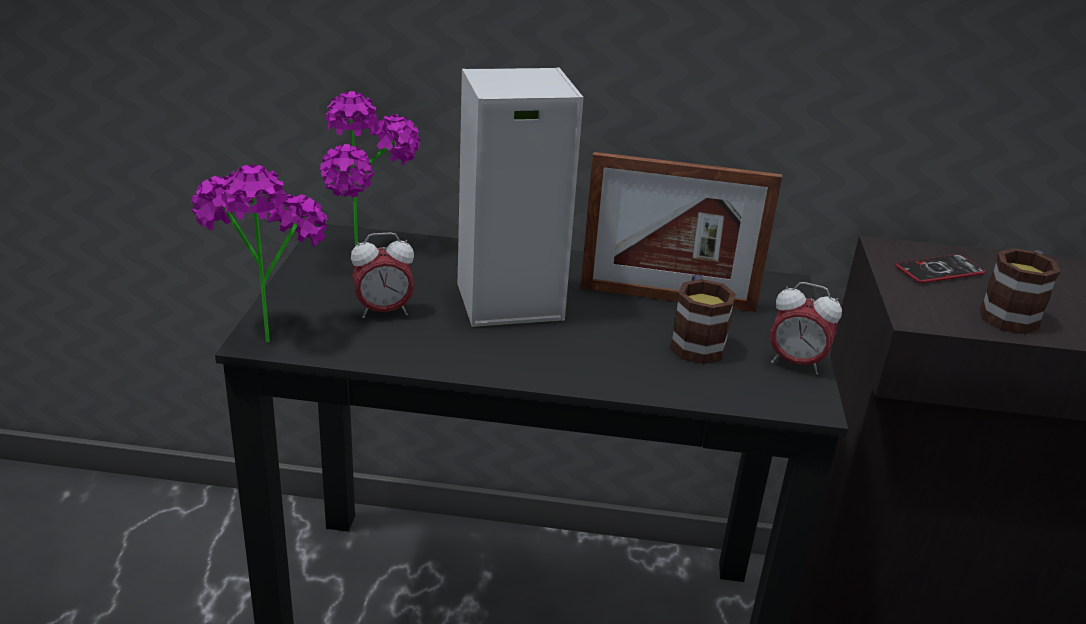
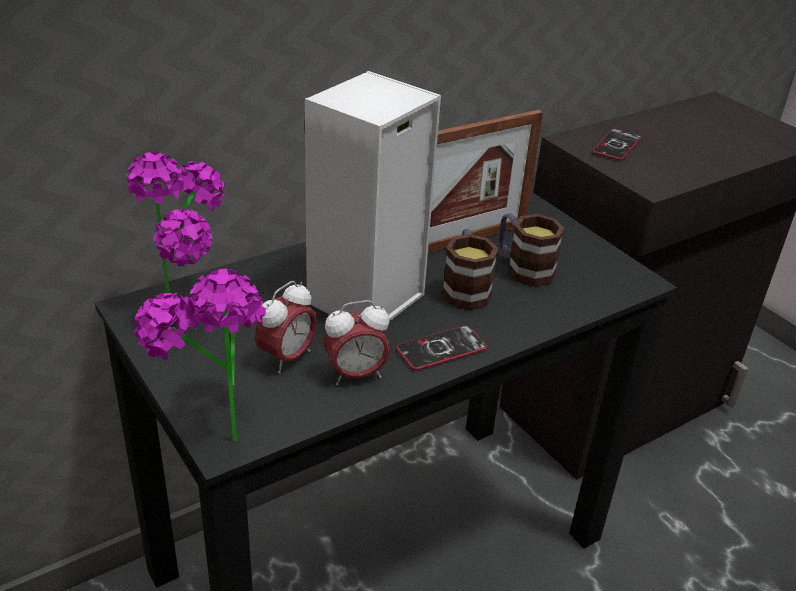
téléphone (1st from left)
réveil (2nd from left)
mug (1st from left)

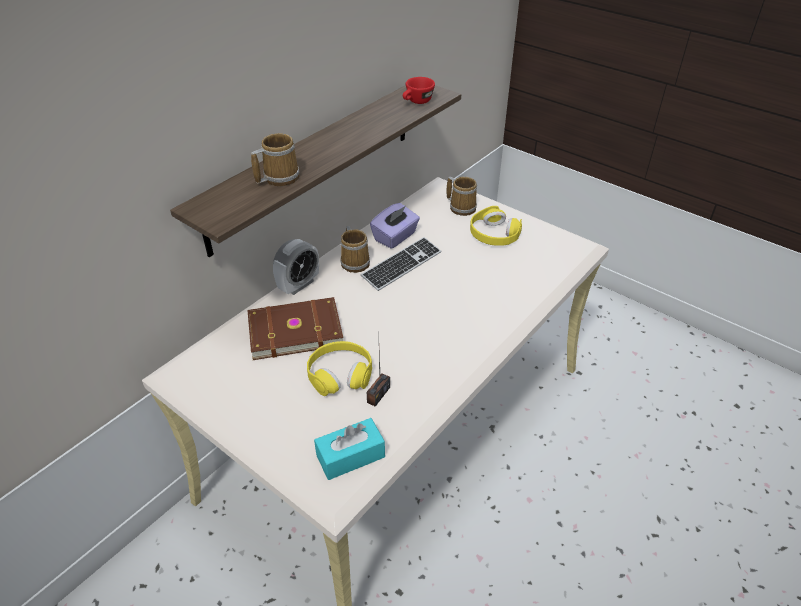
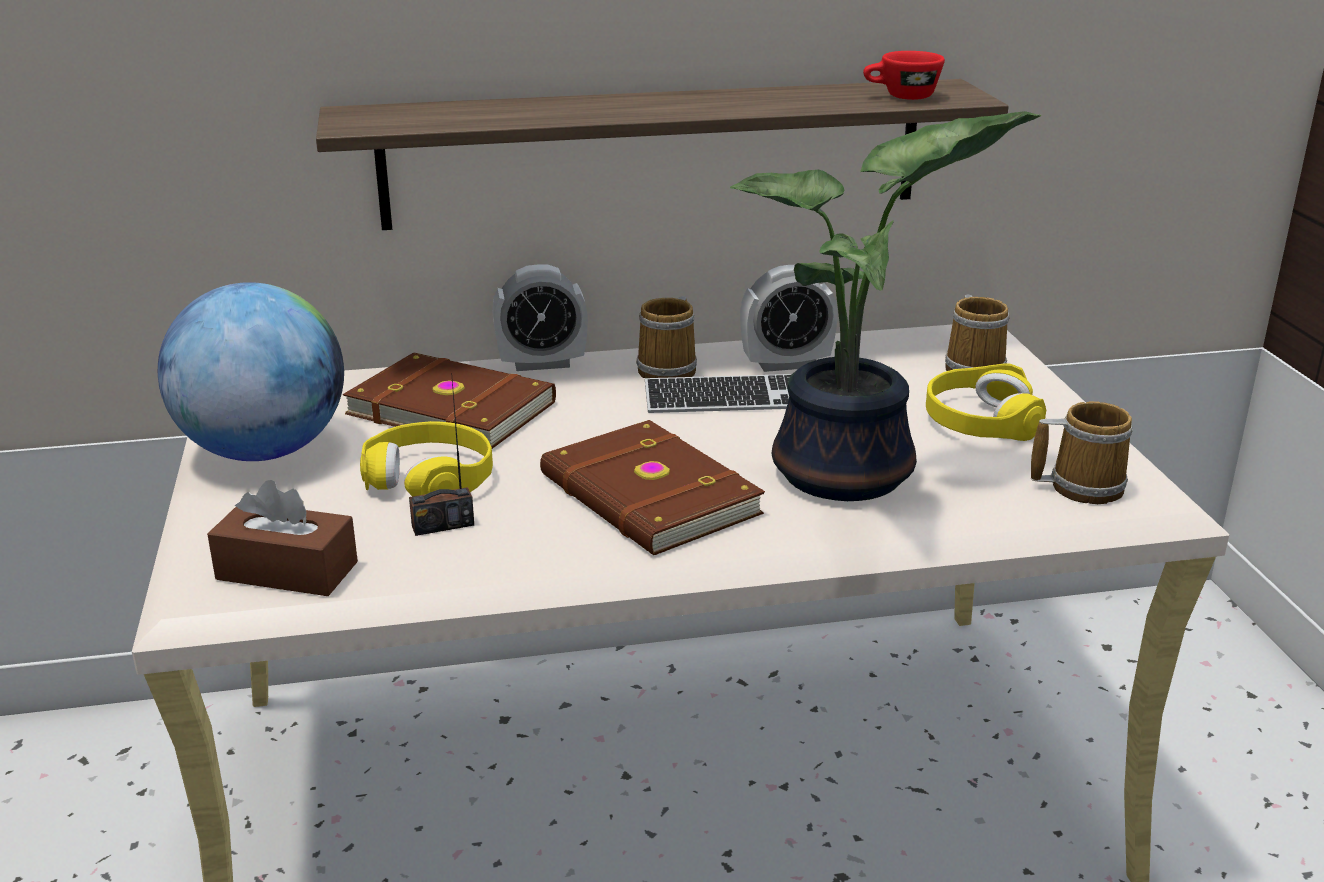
globe
livre/marron (2nd from left)
plante en pot
mug (3rd from left)
réveil (2nd from left)
boîte à mouchoirs/marron

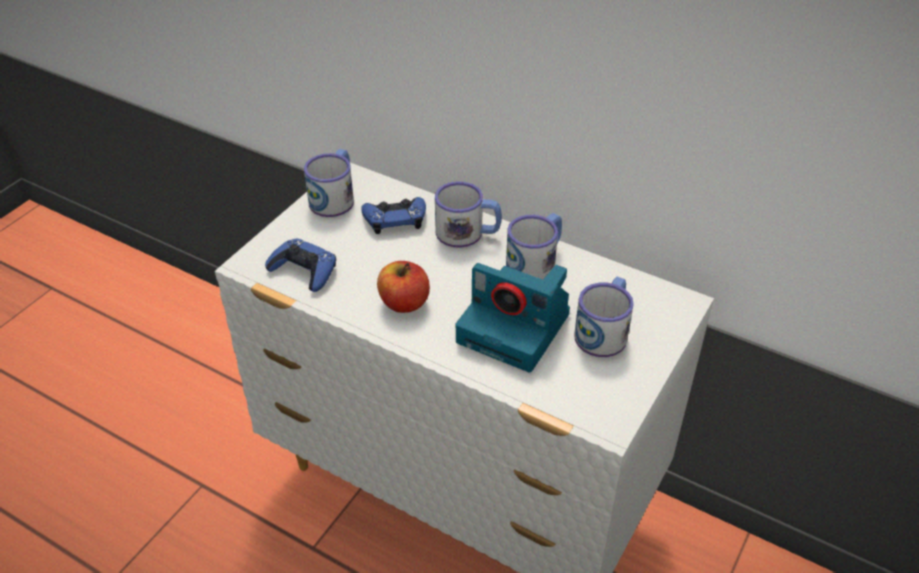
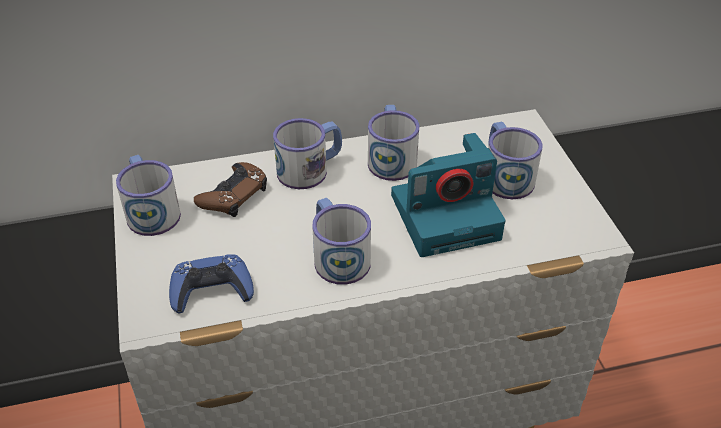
mug (3rd from left)
manette/marron

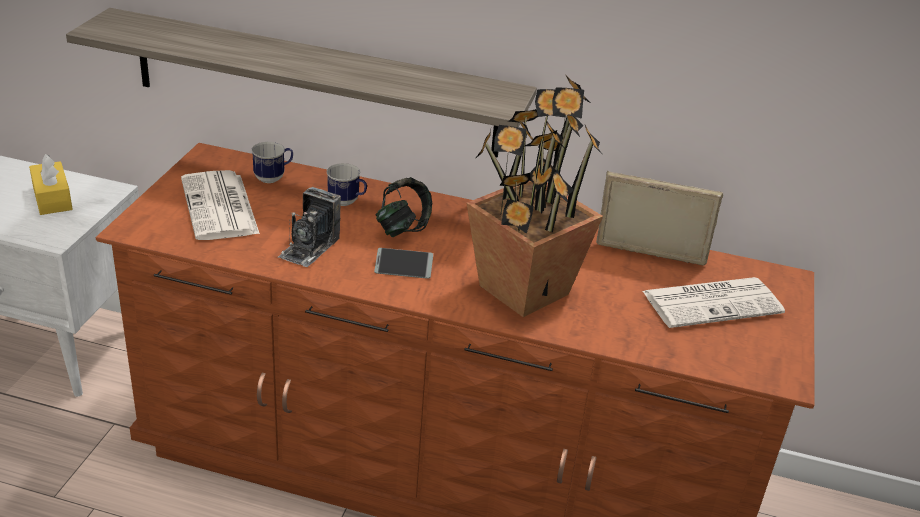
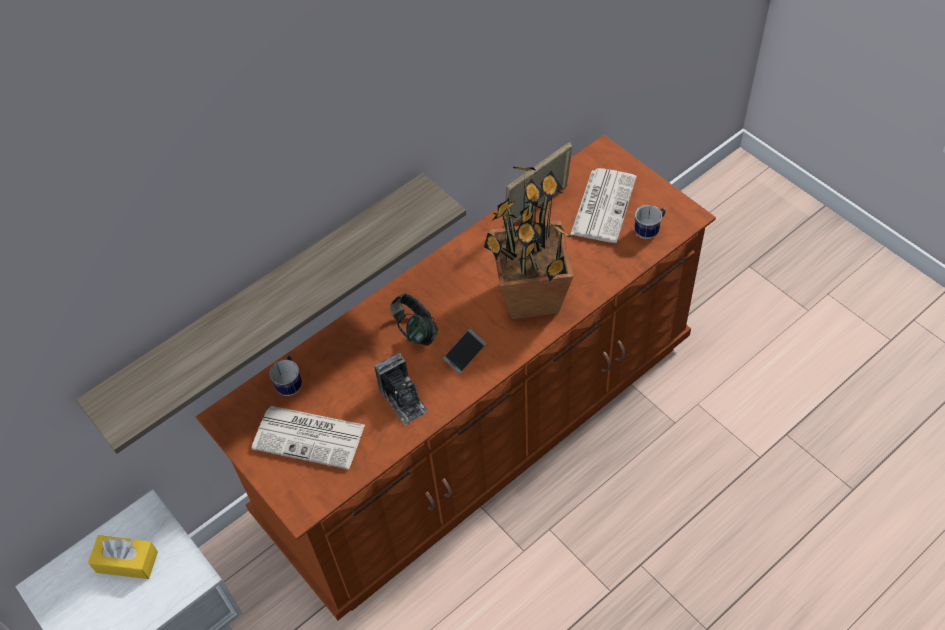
mug (2nd from left)

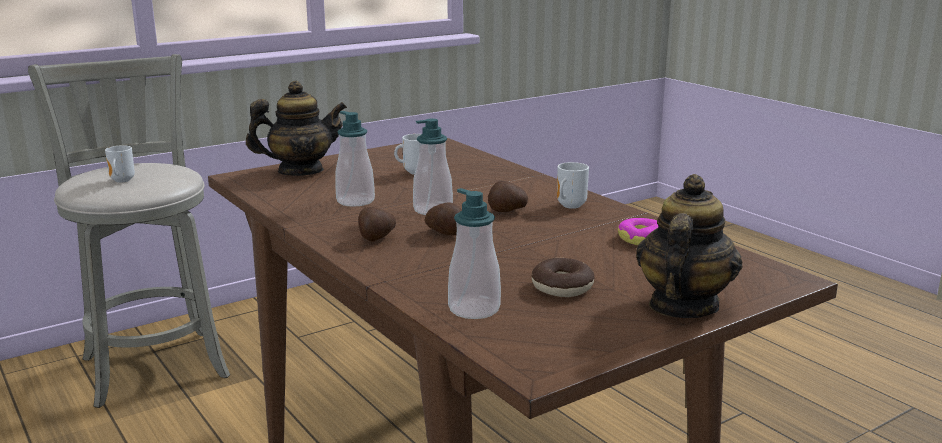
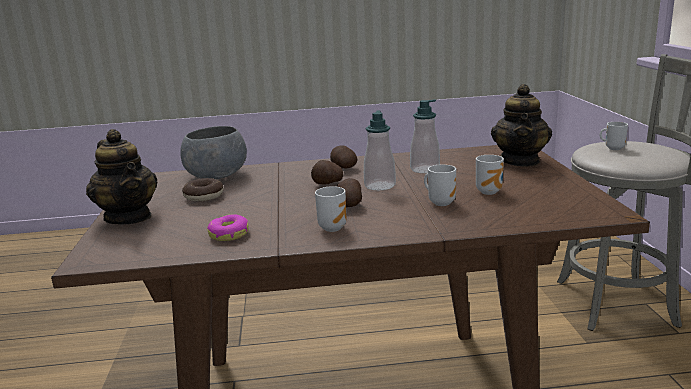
mug (2nd from left)
bol/gris

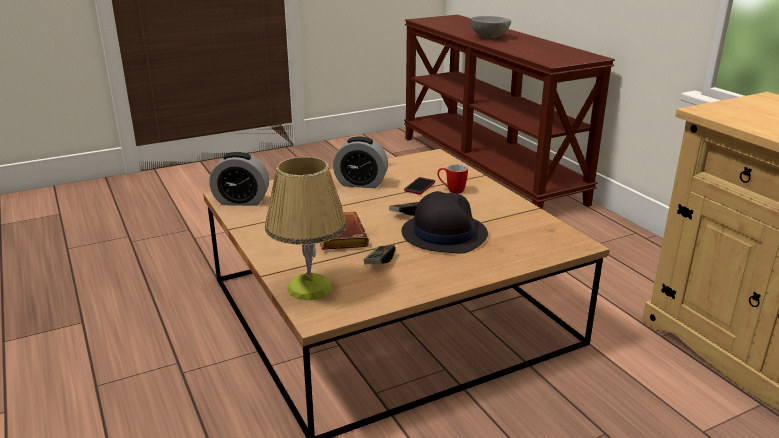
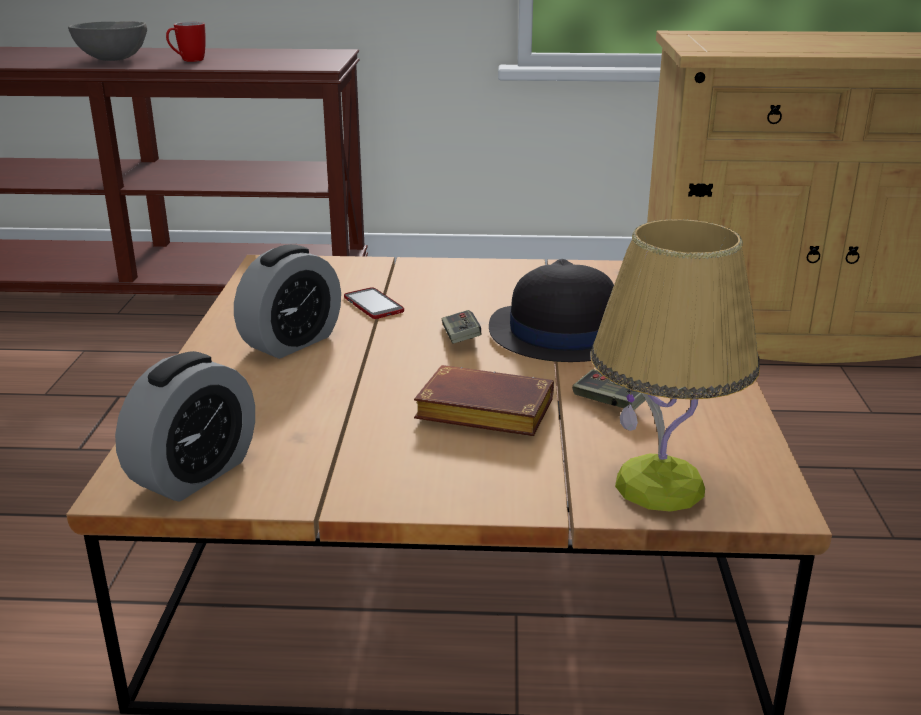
mug

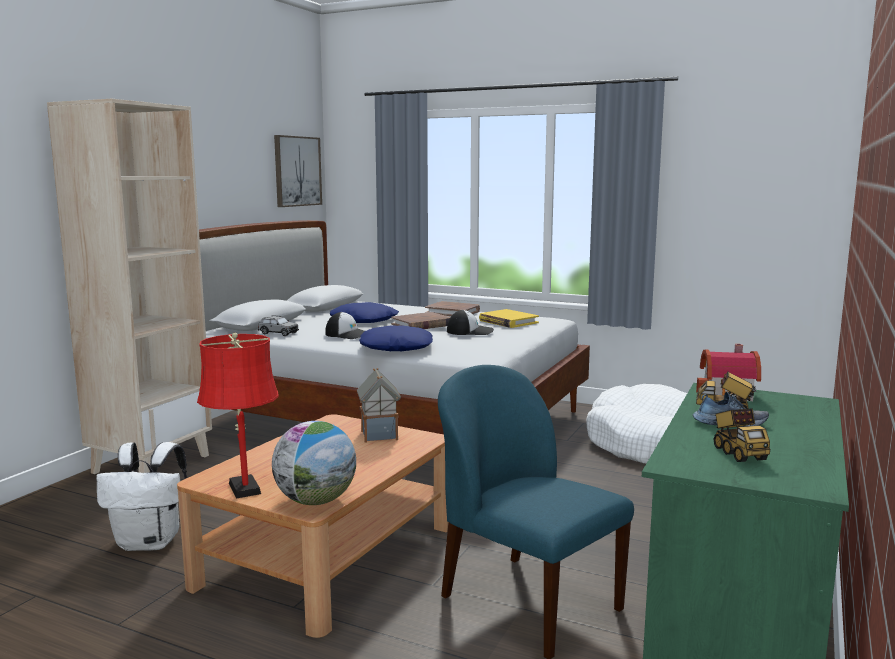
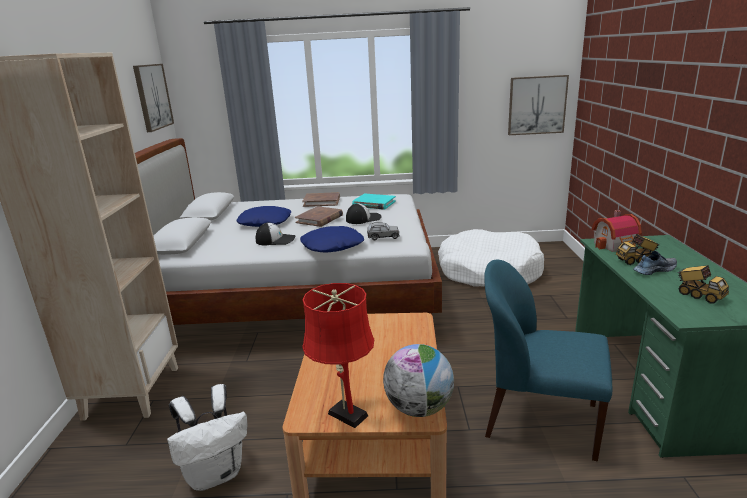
maison miniature (1st from left in the first image)
tableau (2nd from left)
petite voiture/gris
livre/turquoise

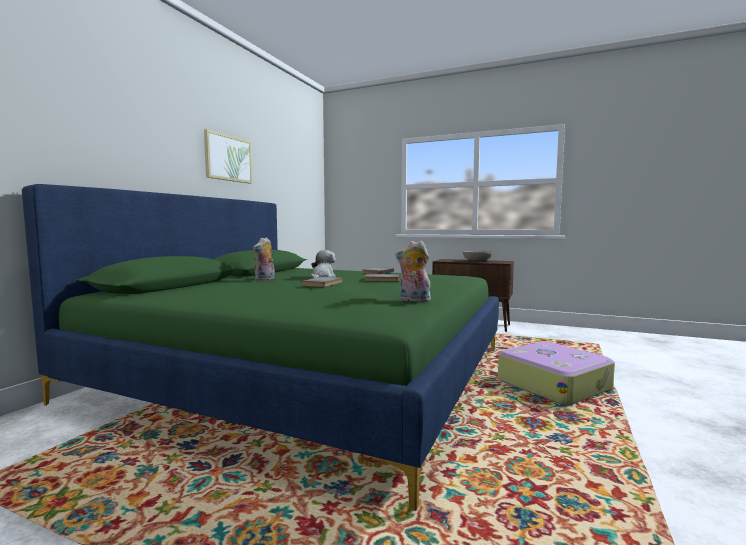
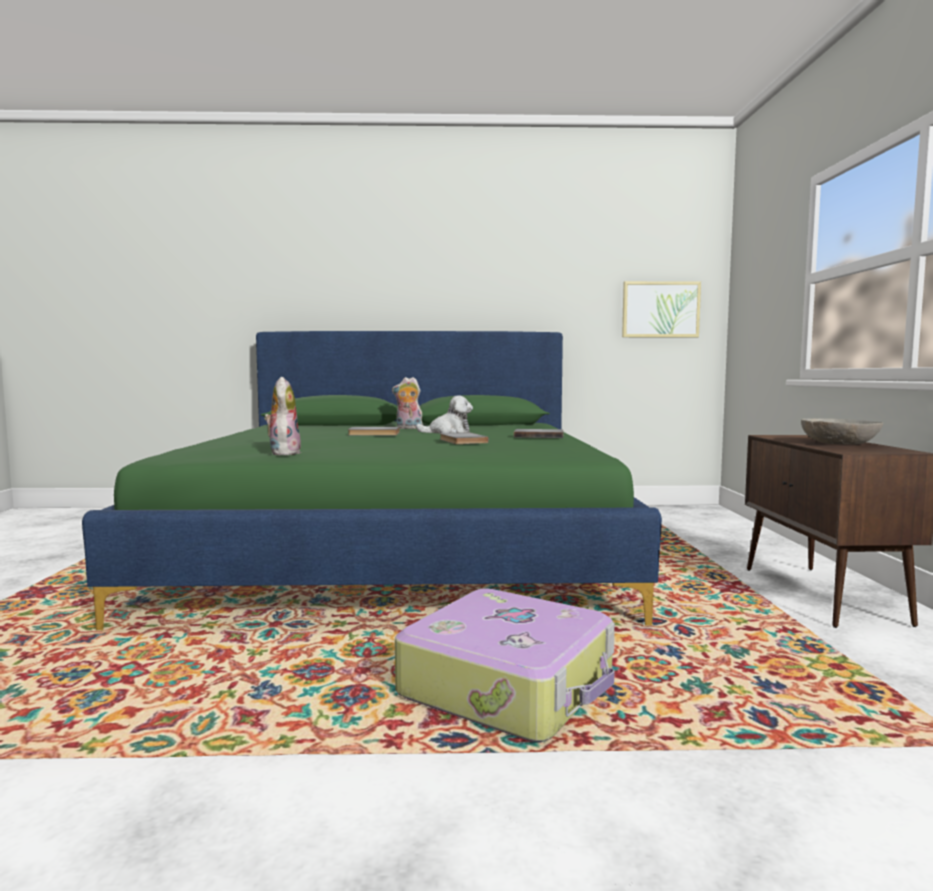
tableau

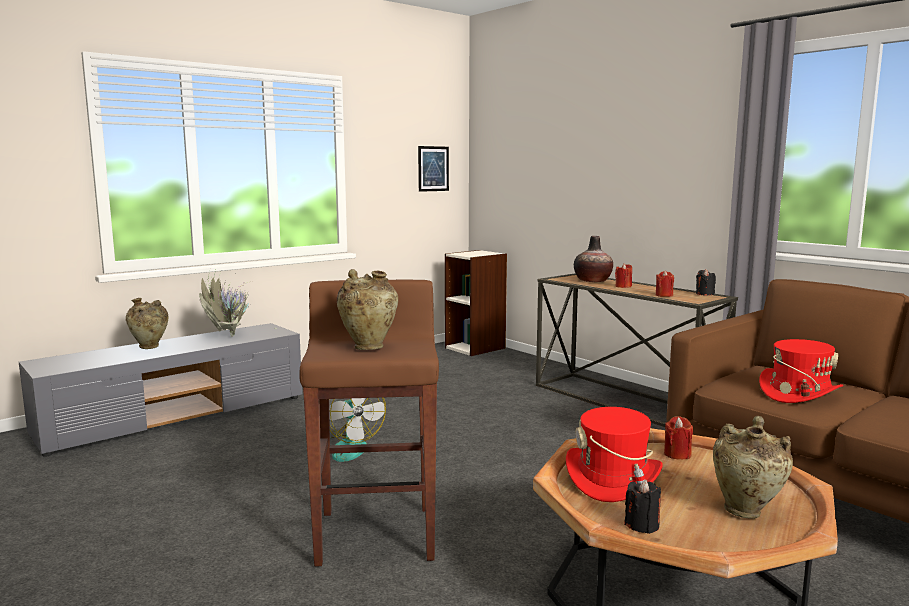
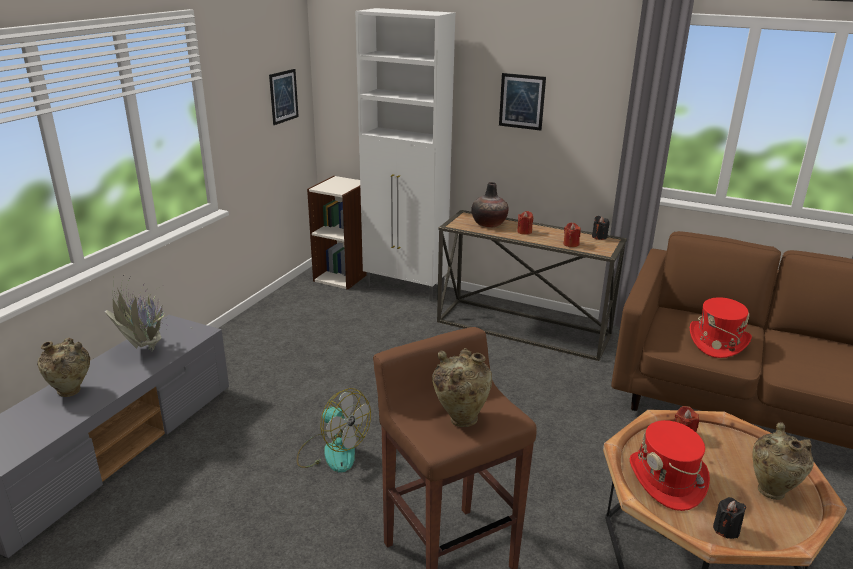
meuble de rangement/blanc
tableau (2nd from left)

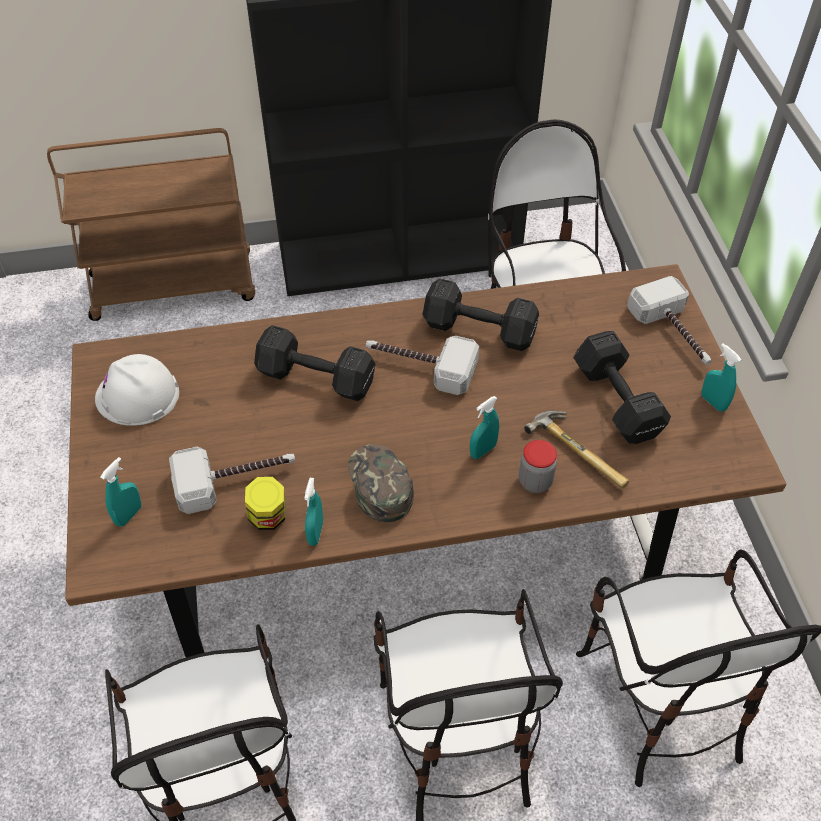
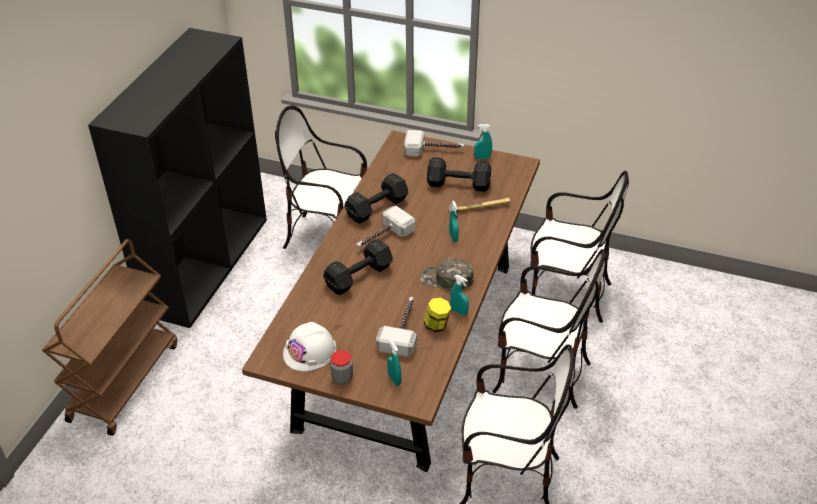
bocal (1st from left)

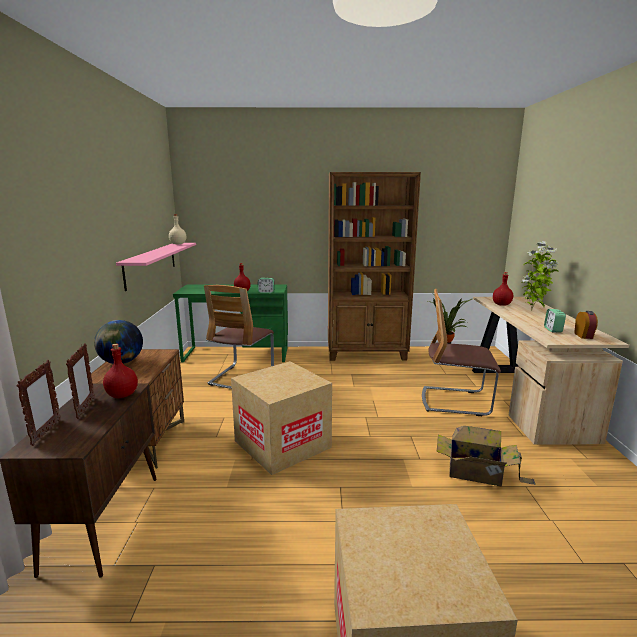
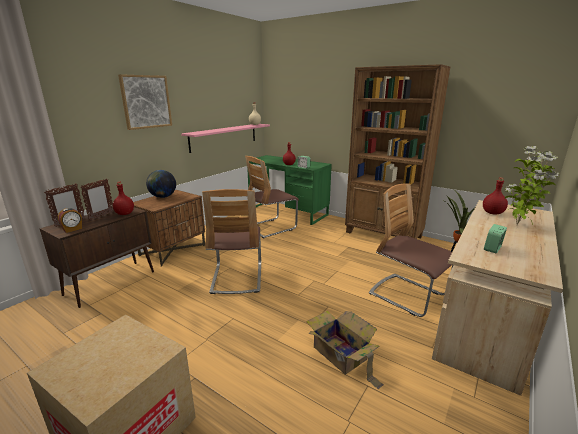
tableau
réveil (1st from left)
chaise (1st from left)

